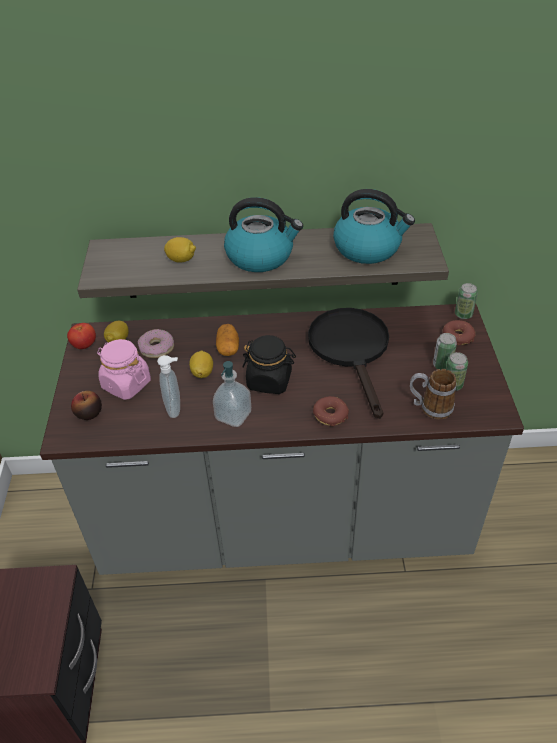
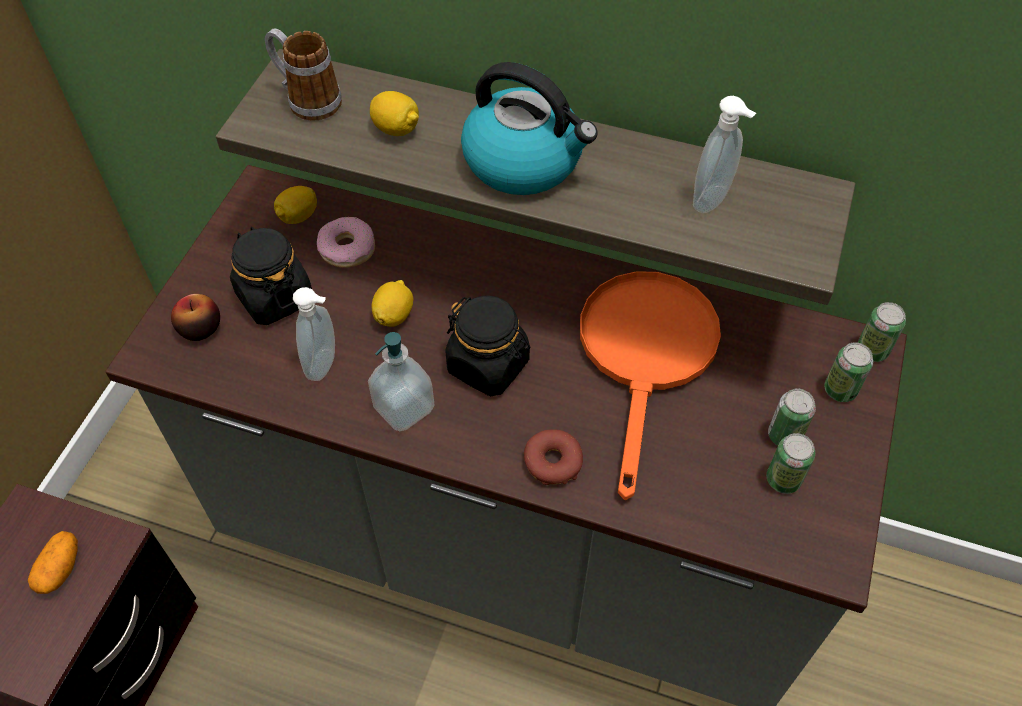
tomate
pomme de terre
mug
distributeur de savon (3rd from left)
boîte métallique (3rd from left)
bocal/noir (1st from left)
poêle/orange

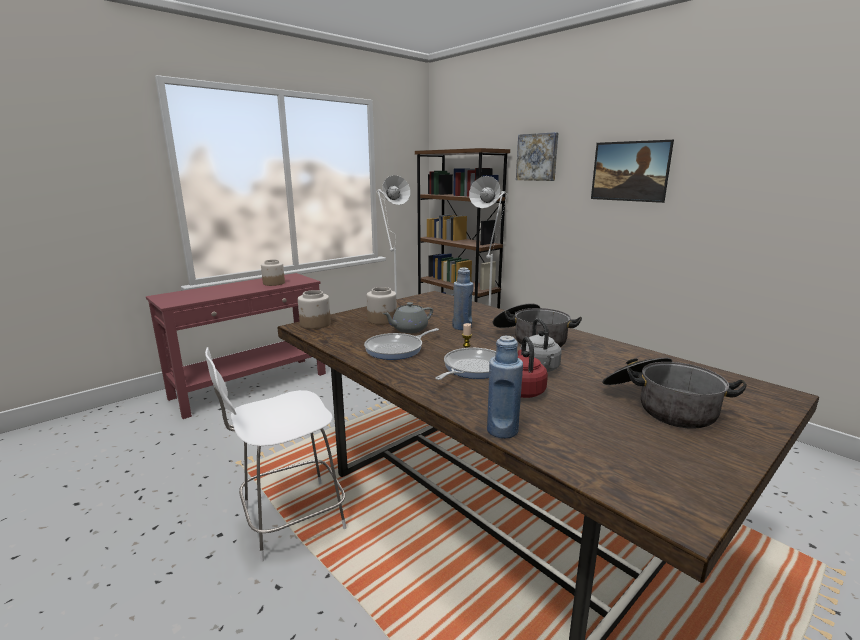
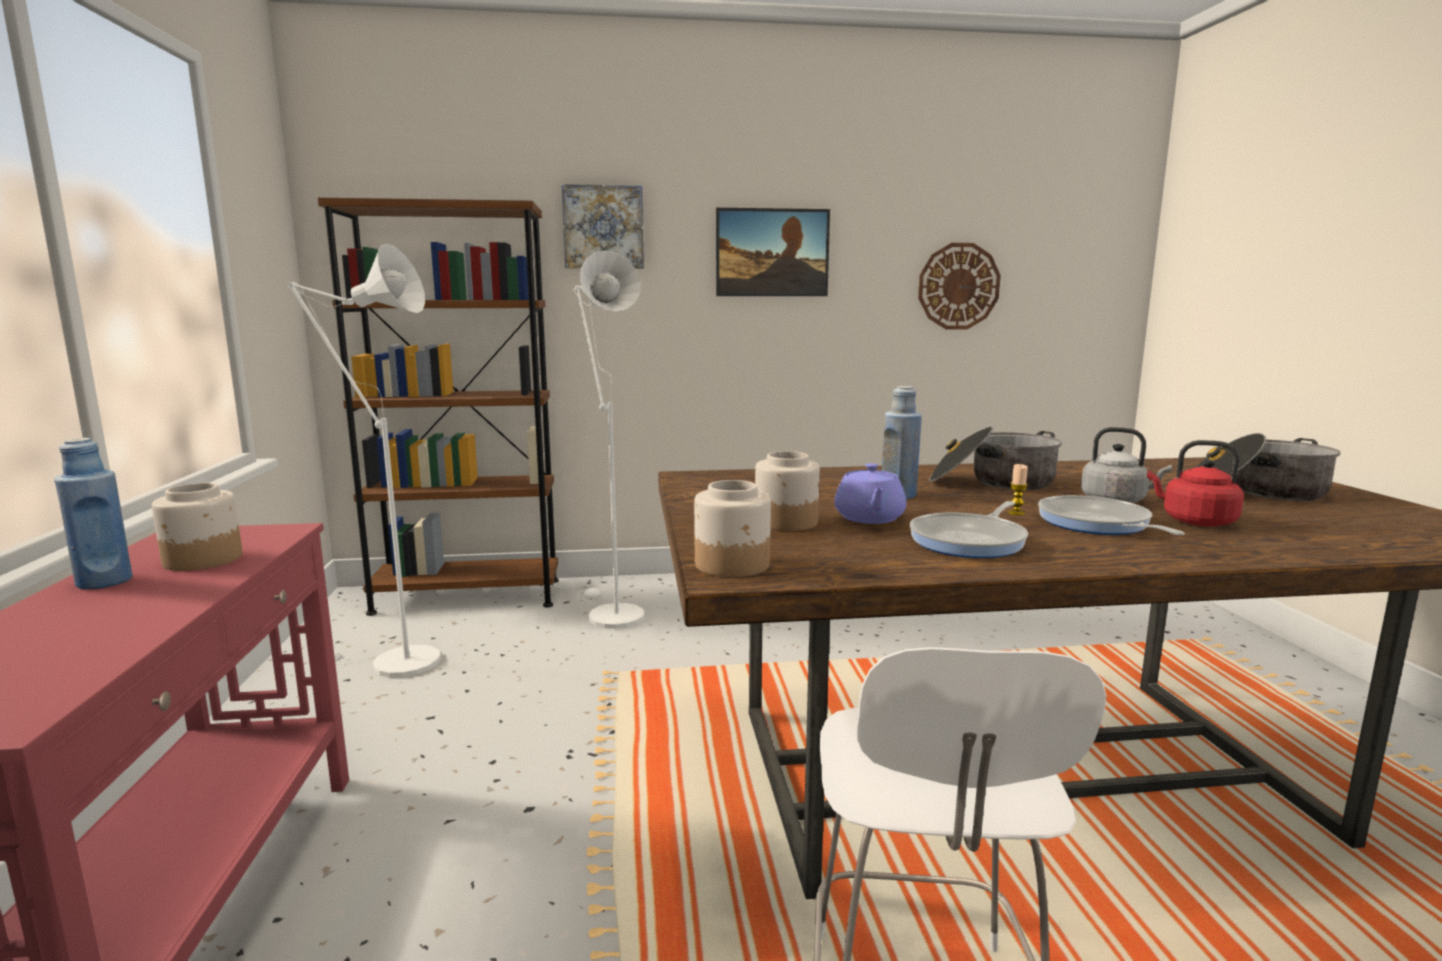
horloge murale
bouteille/bleu (1st from left)
théière/violet
poêle (1st from left)

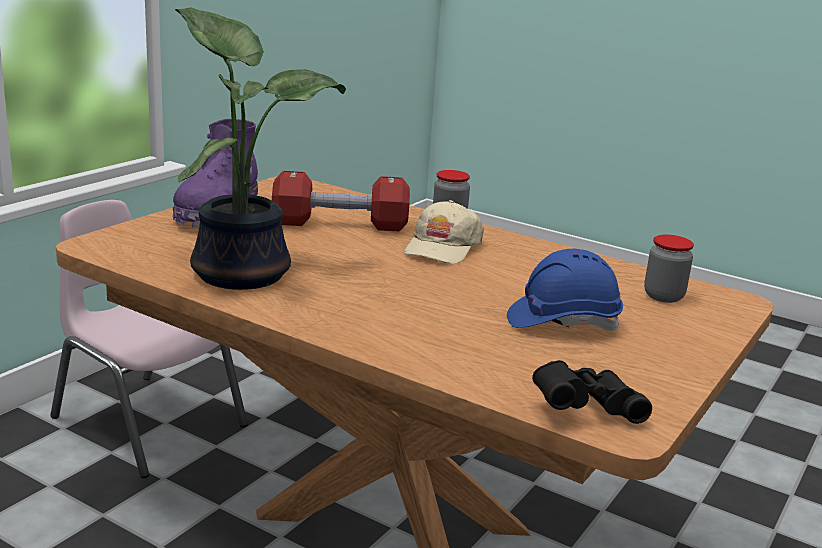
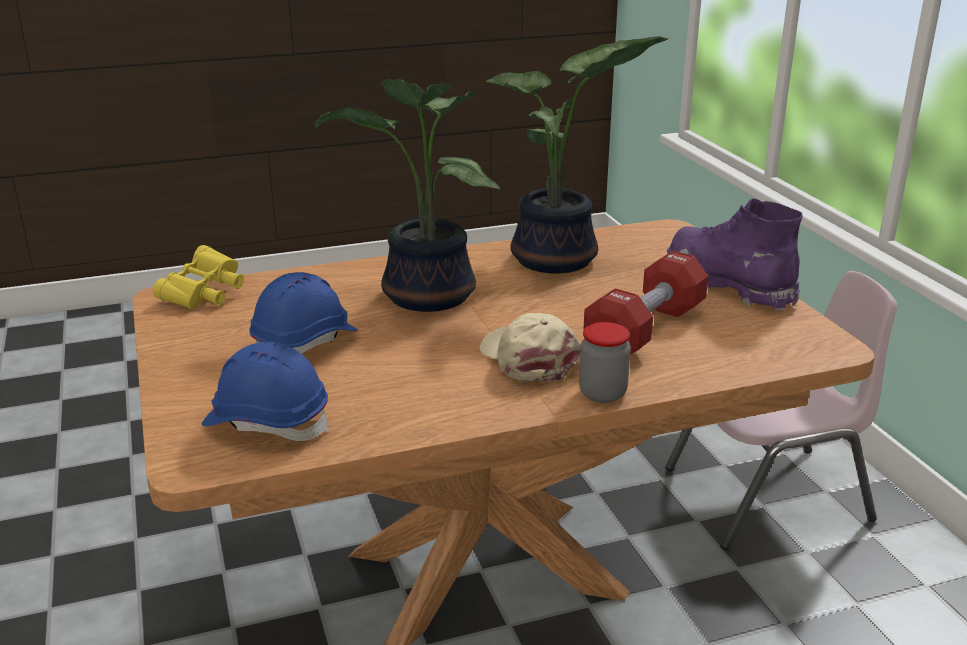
plante en pot (1st from left)
casque de chantier/bleu (1st from left)
jumelles/jaune

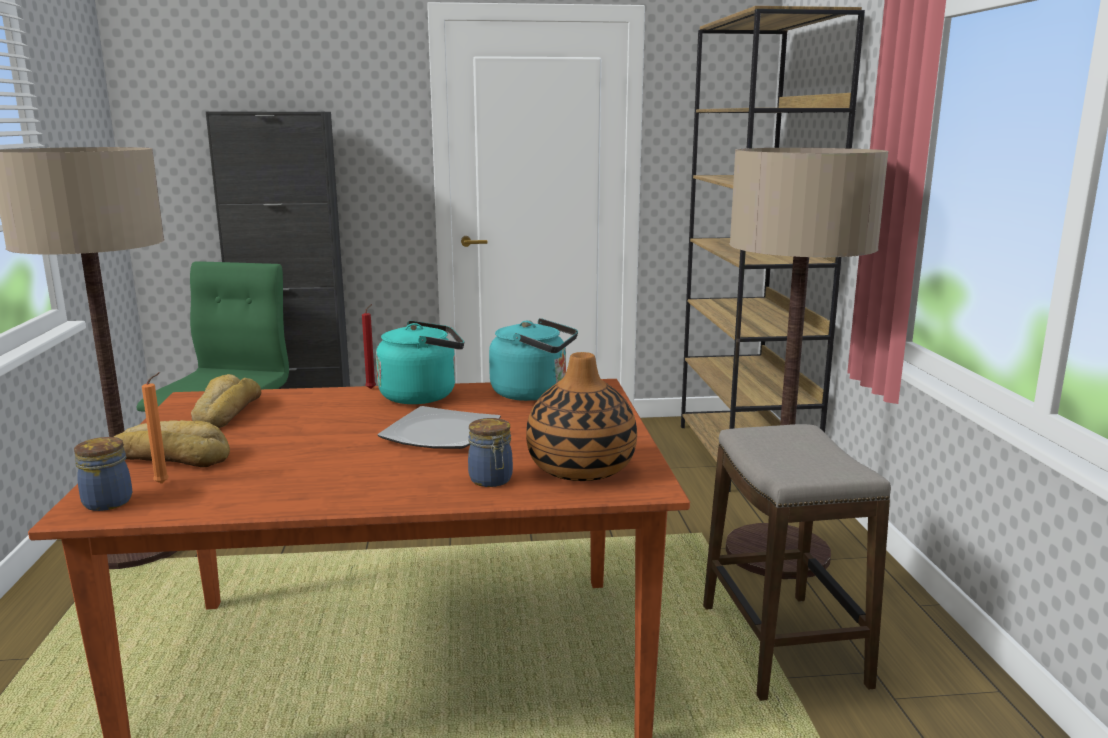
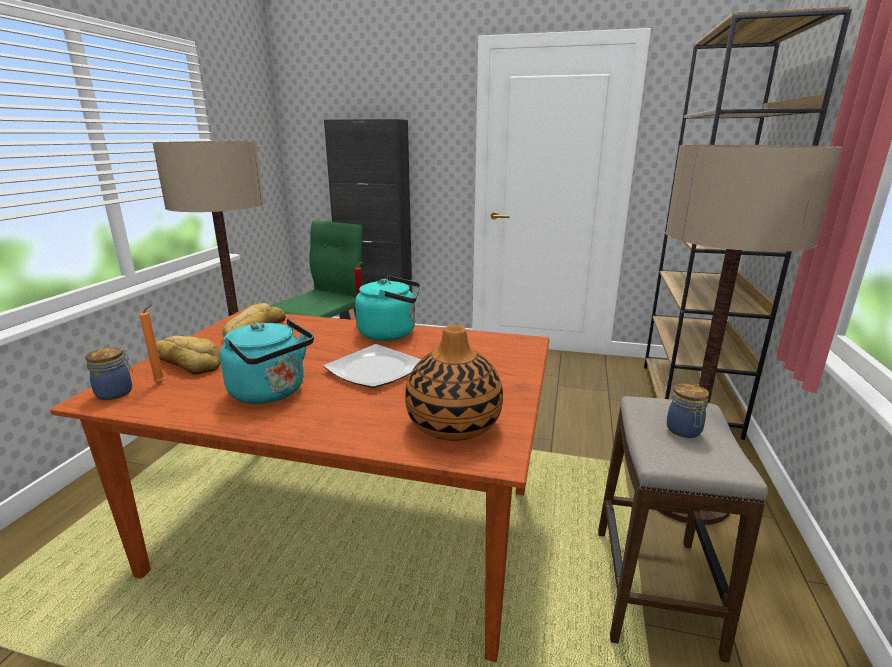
bocal (2nd from left)
bouilloire/turquoise (1st from left)

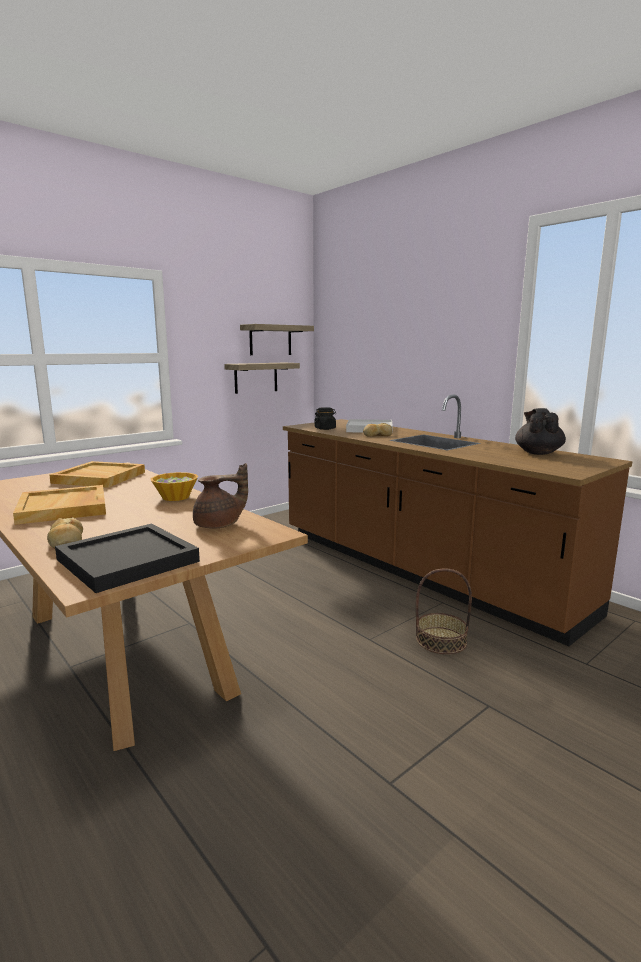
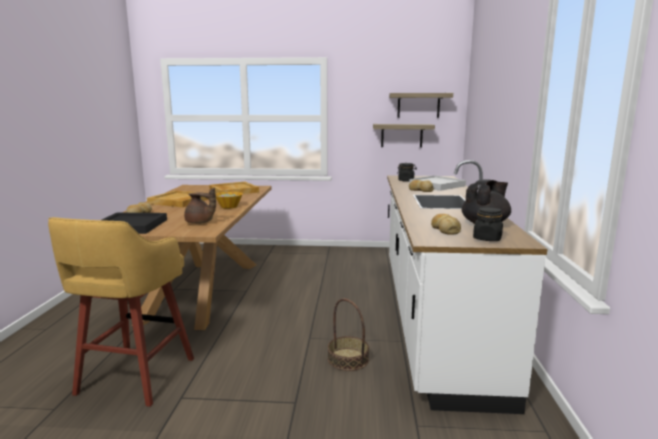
tabouret/jaune
pain (3rd from left)
bocal/noir (2nd from left)
comptoir de cuisine/blanc

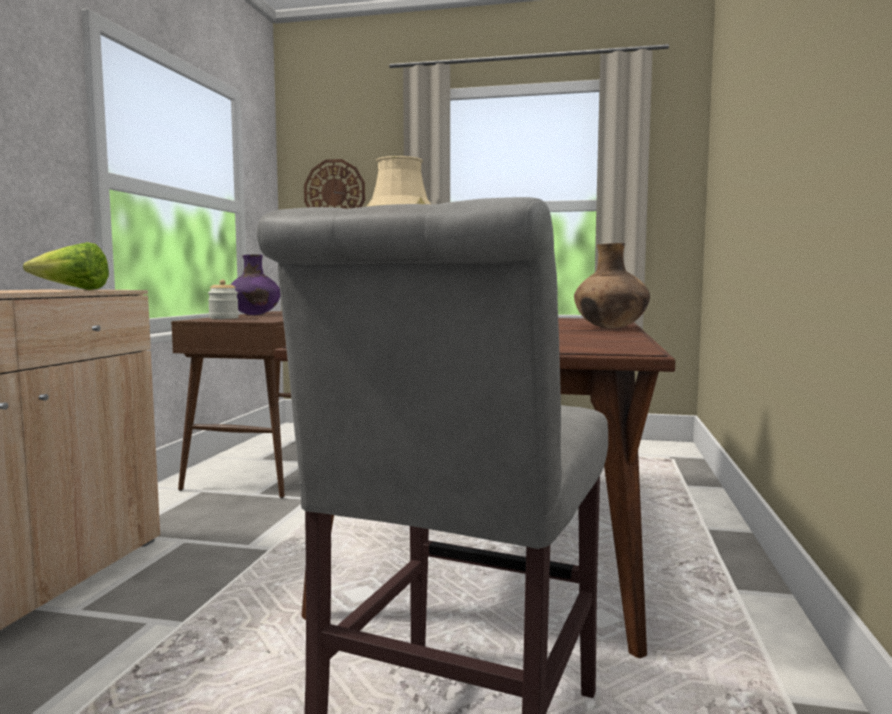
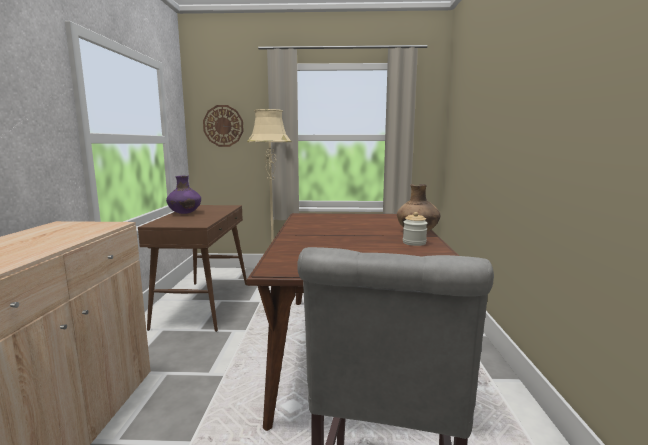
laitue
bocal

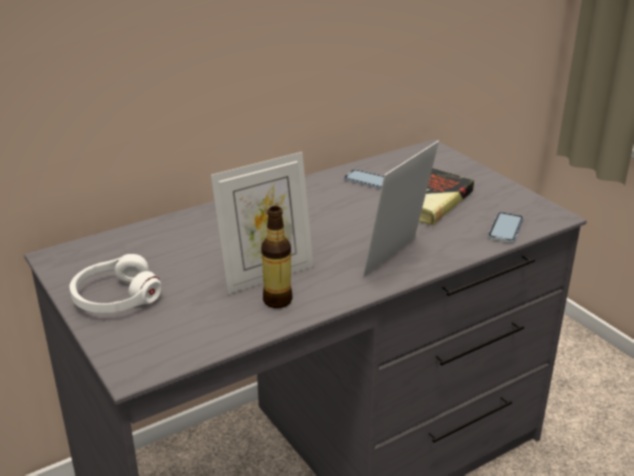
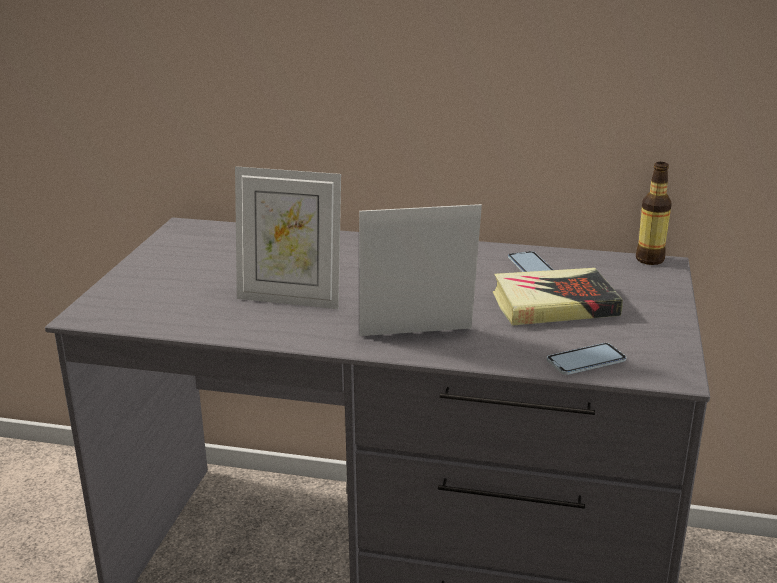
casque audio/blanc
bouteille

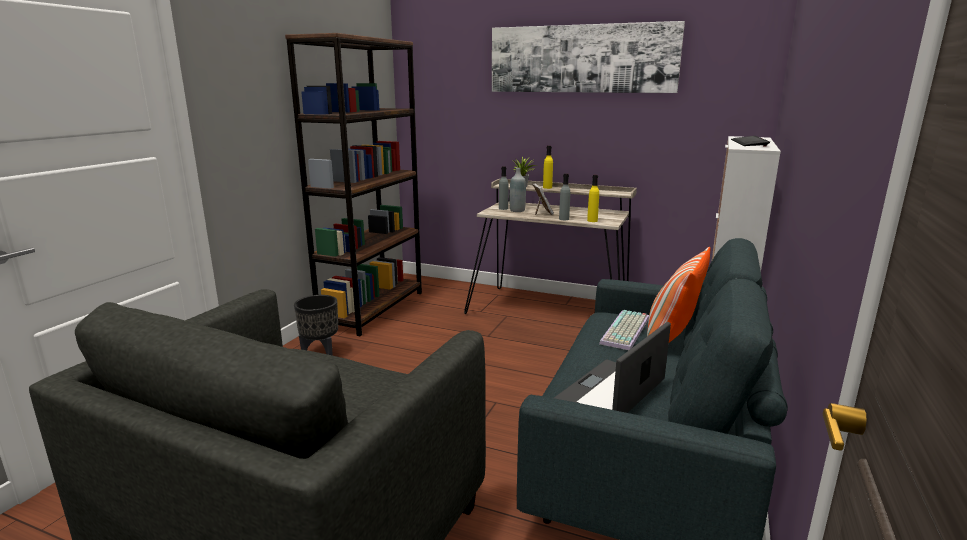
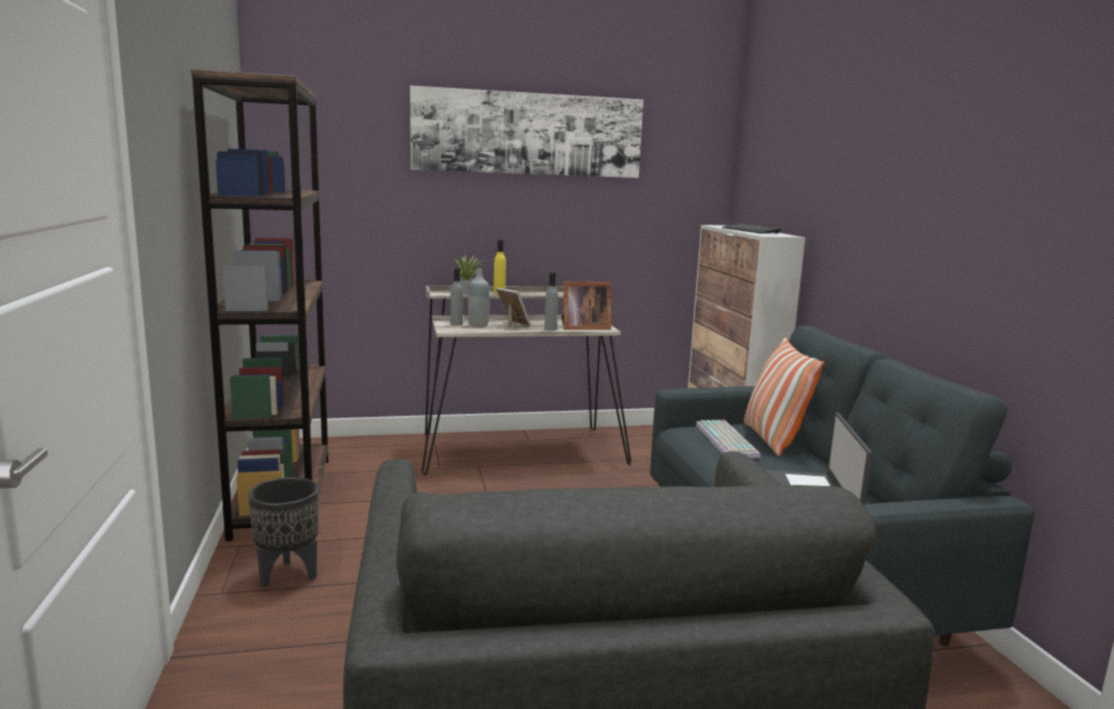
cadre photo (2nd from left)

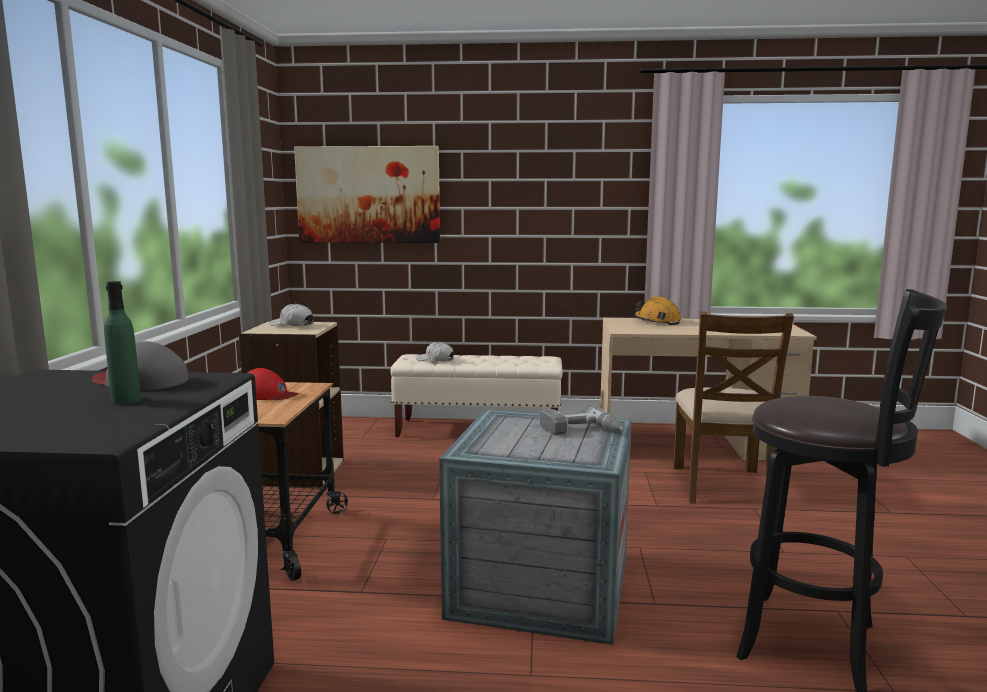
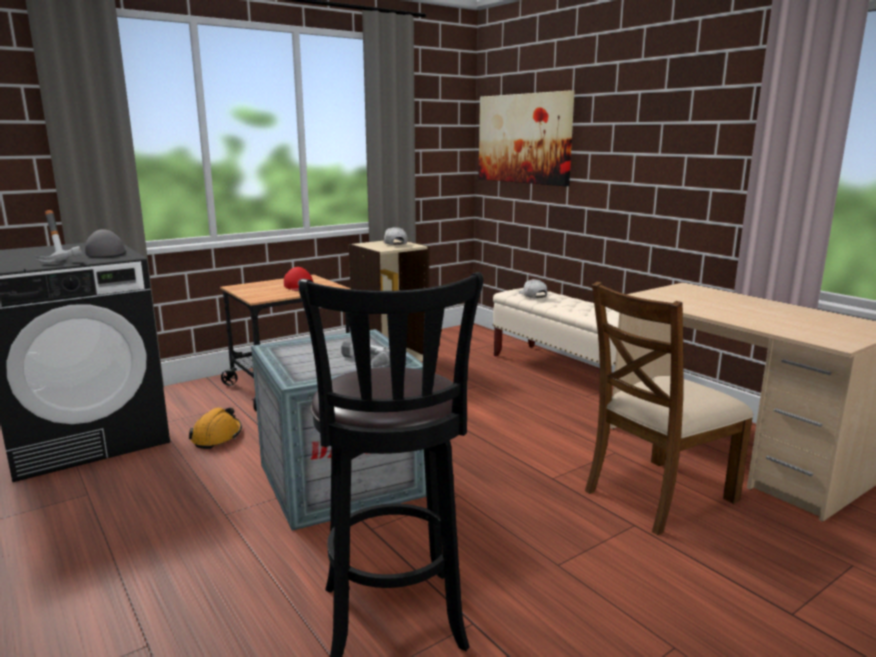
casque de chantier/orange
marteau

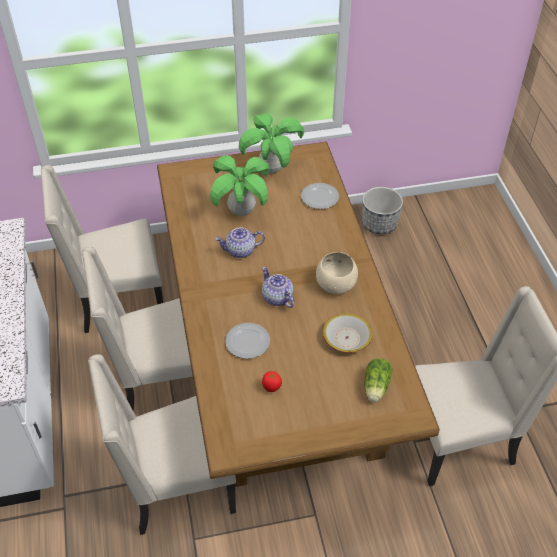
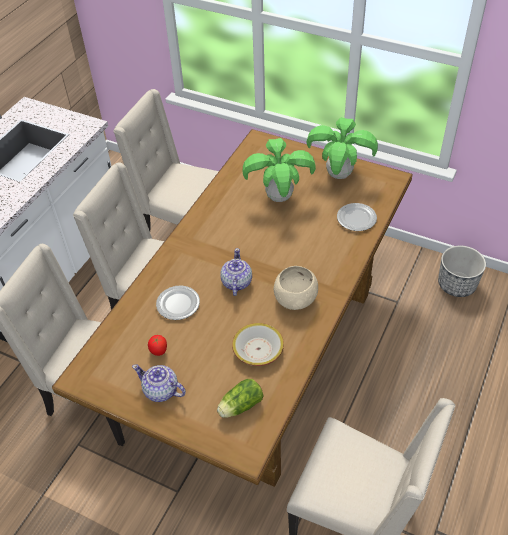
théière (1st from left)

